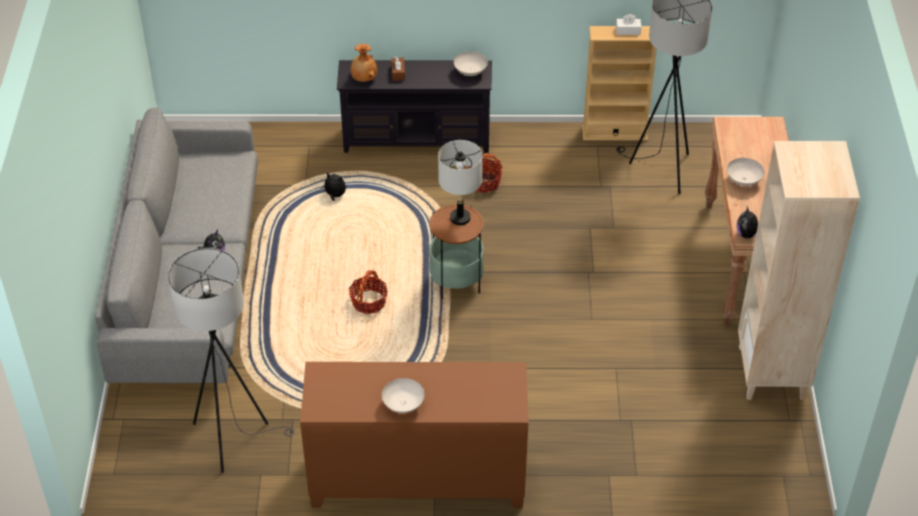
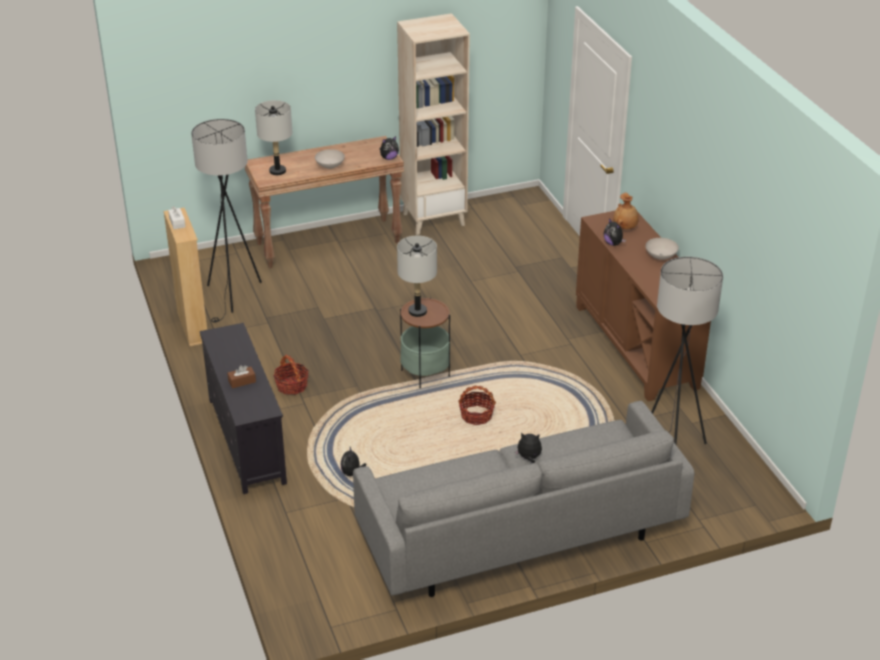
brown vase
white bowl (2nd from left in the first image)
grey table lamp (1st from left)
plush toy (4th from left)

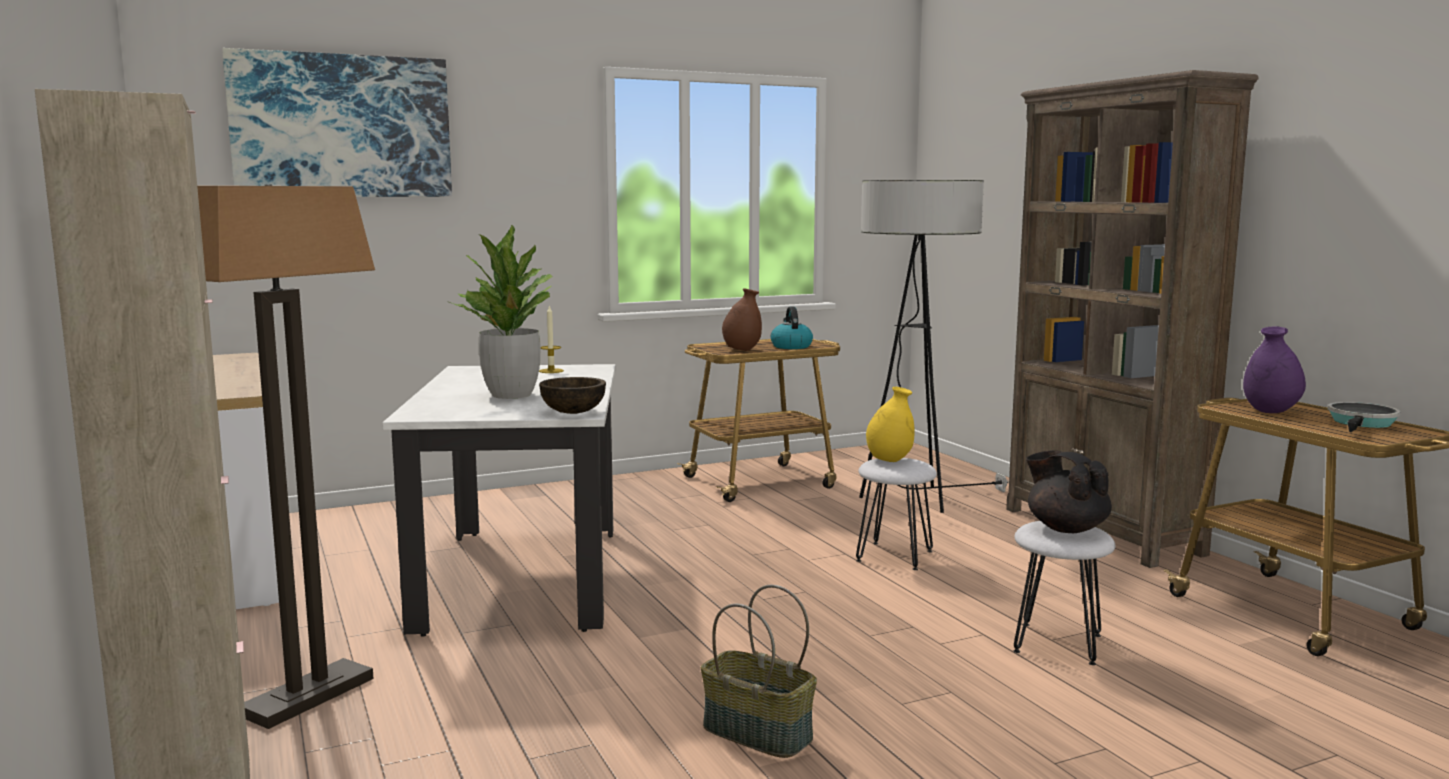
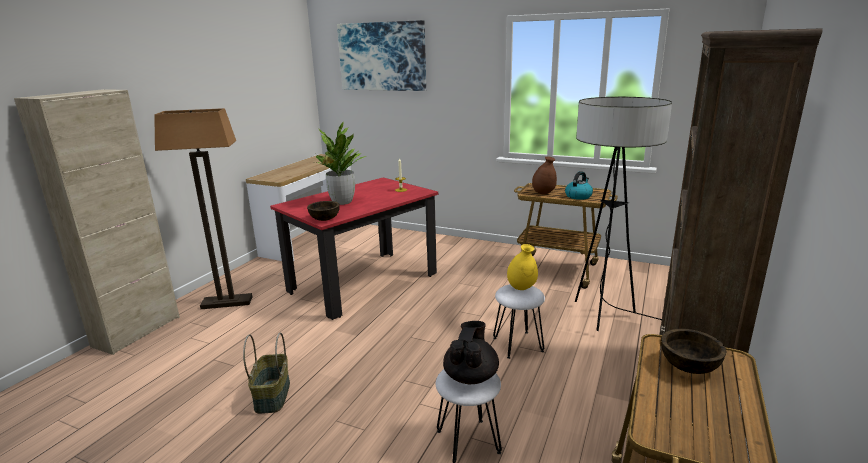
red dining table
brown bowl (2nd from left)
frying pan

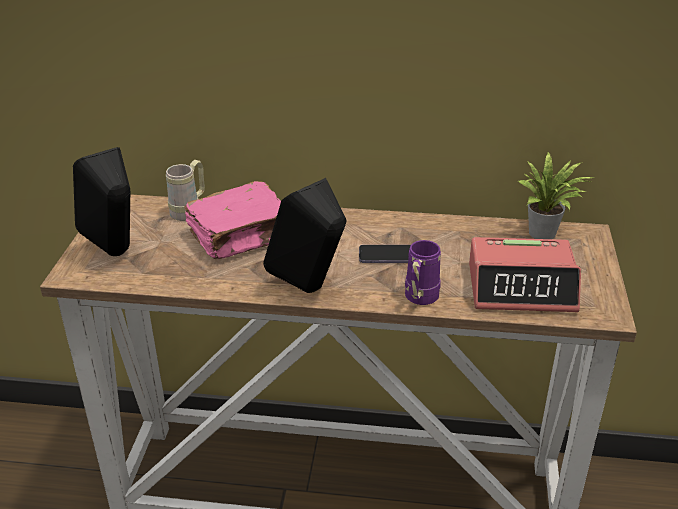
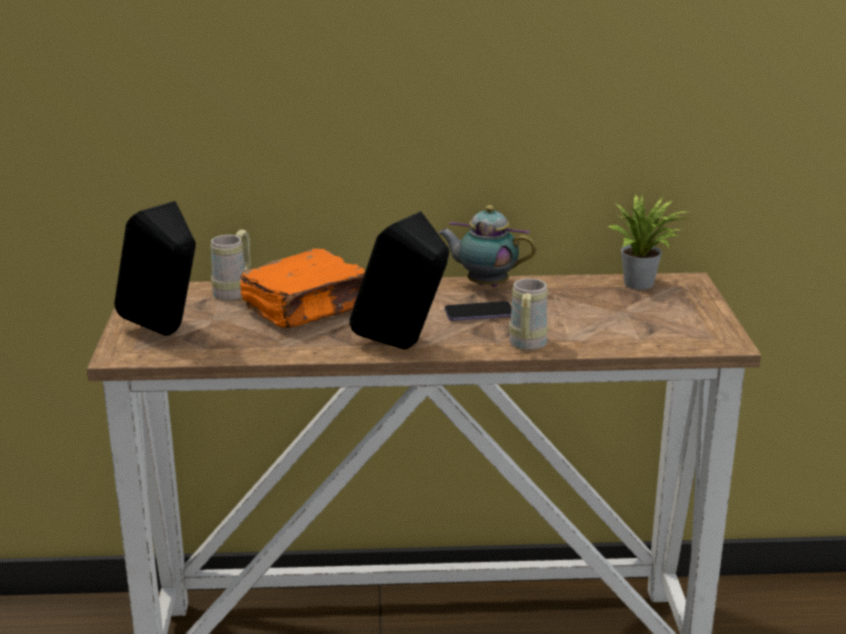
orange book
beige mug (2nd from left)
alarm clock
teapot

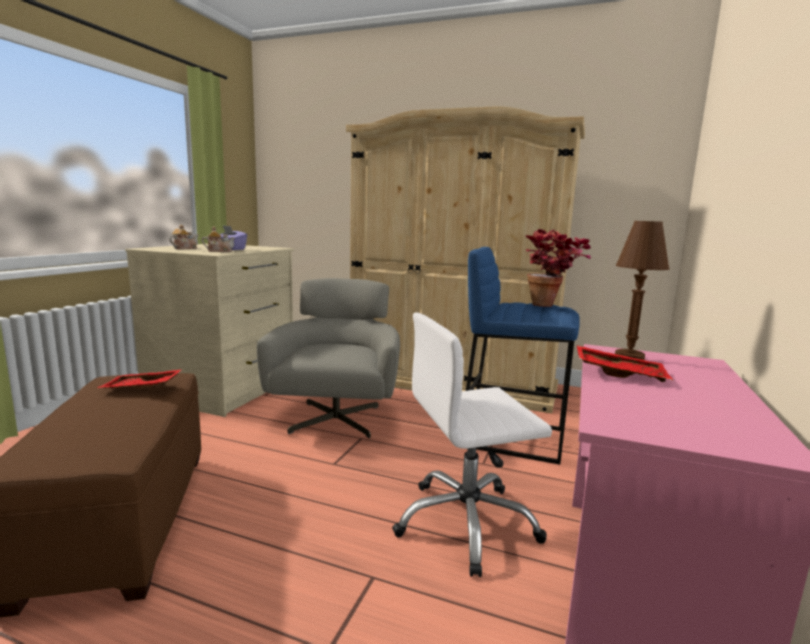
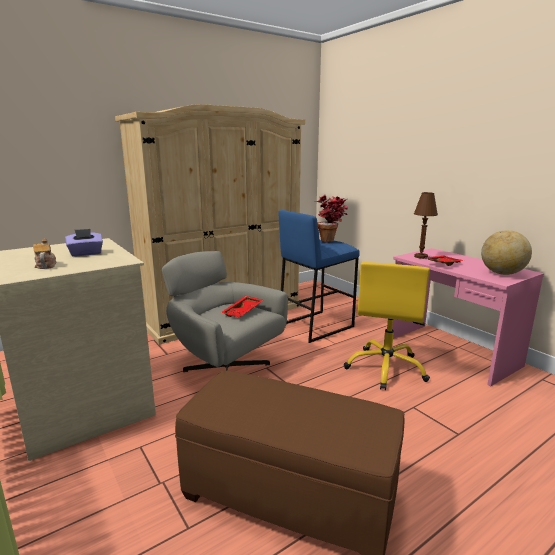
red tray (1st from left)
teapot (2nd from left in the first image)
yellow office chair
globe

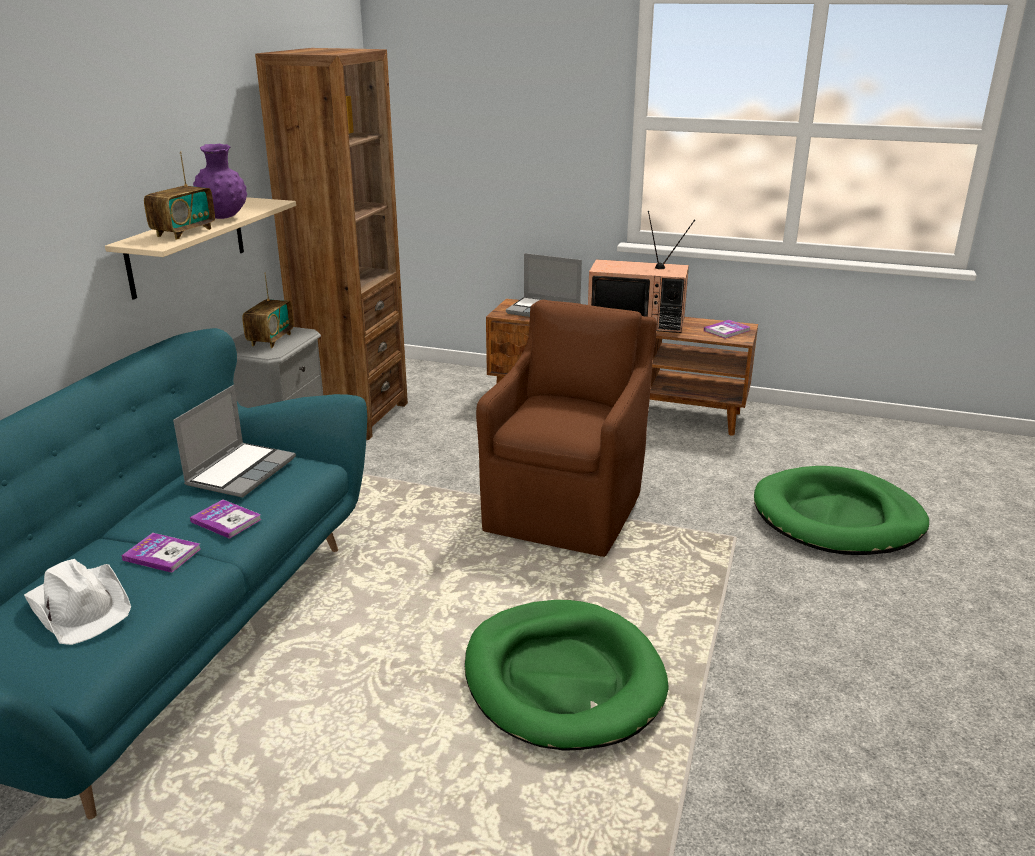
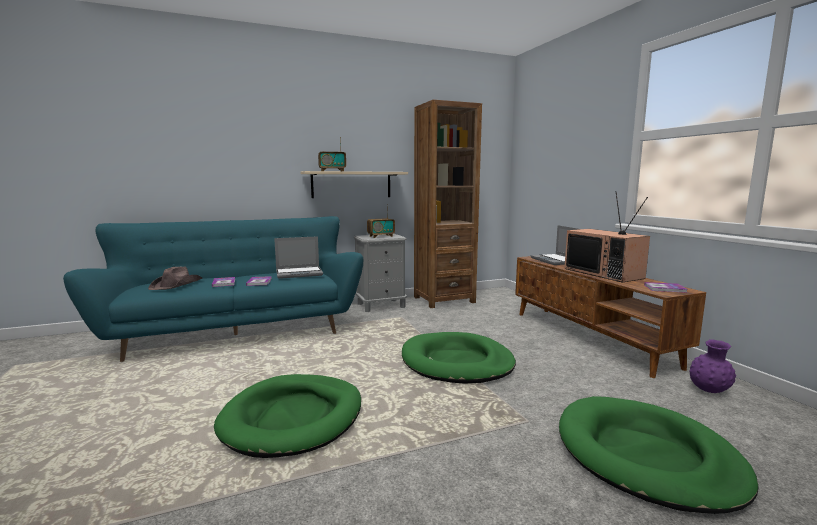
brown hat
purple vase
green dog bed (2nd from left)

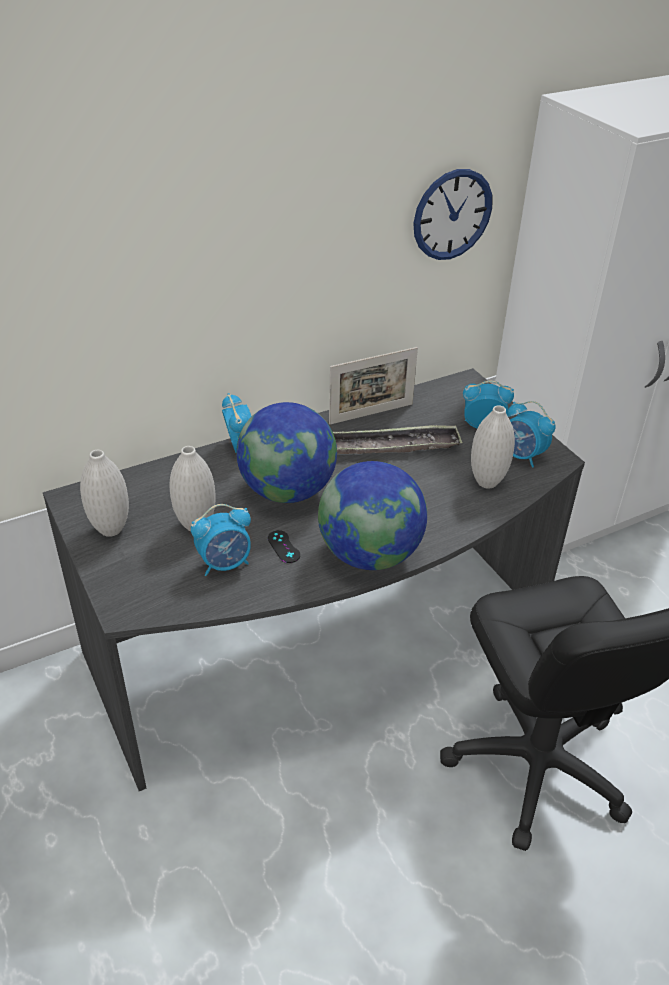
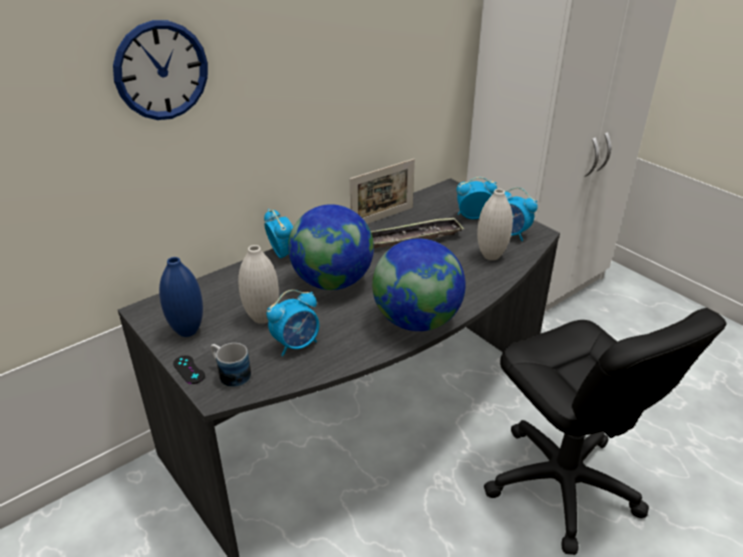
blue vase
black game controller
wall clock
mug

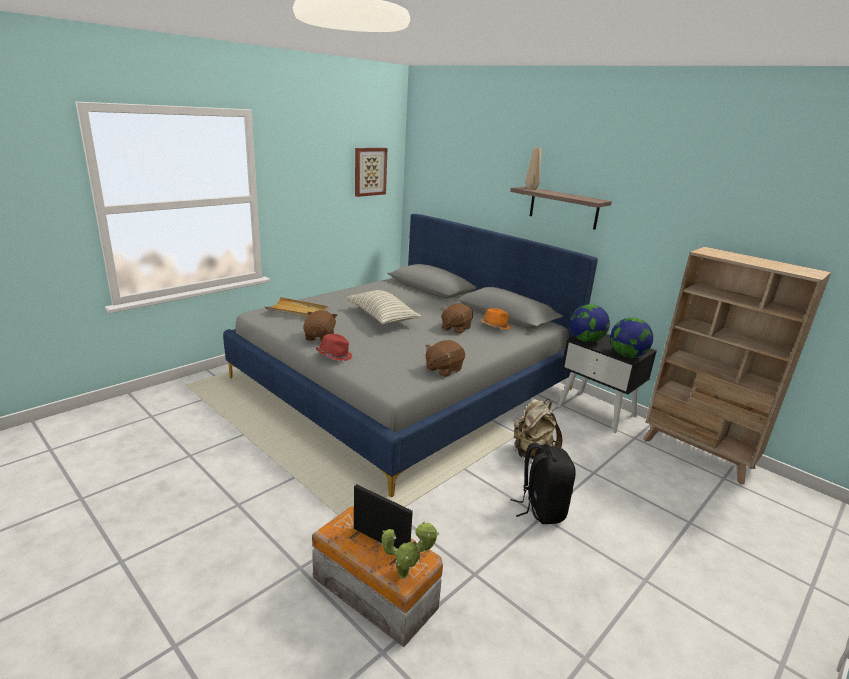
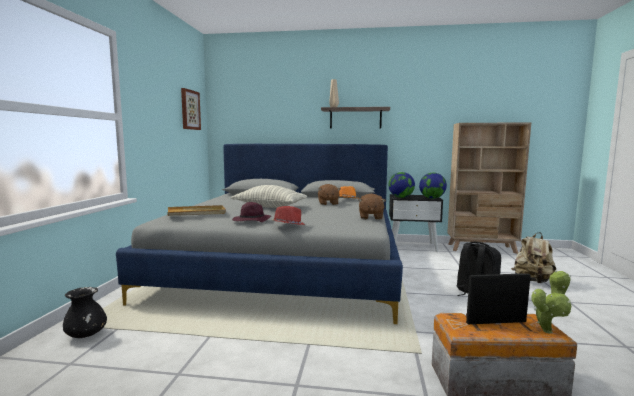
purple hat
beige backpack
black vase

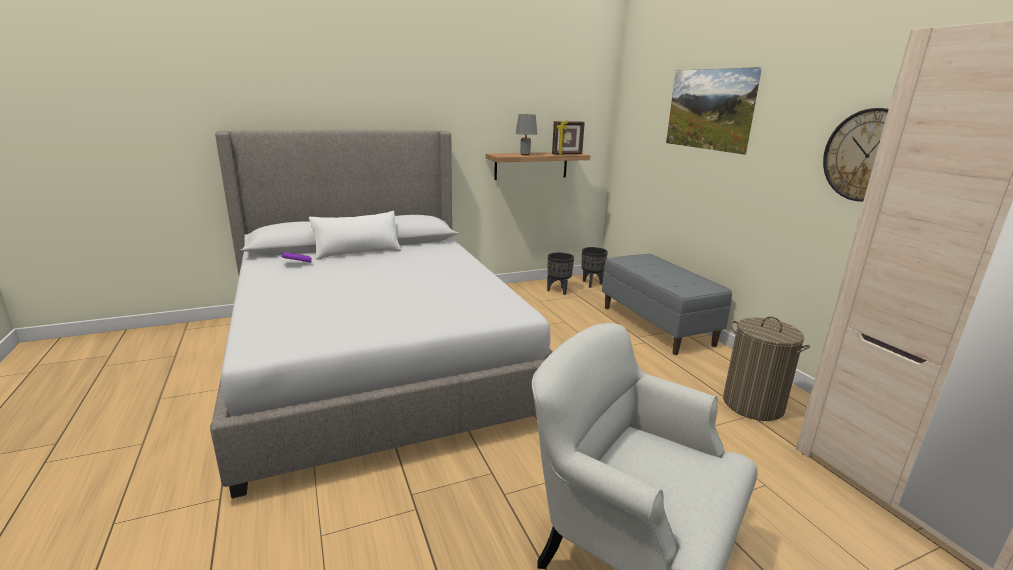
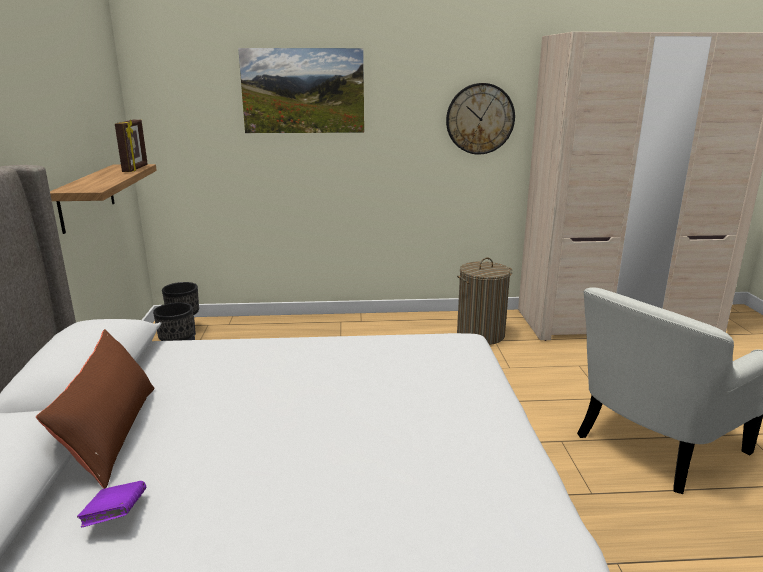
brown pillow
grey table lamp
grey bench

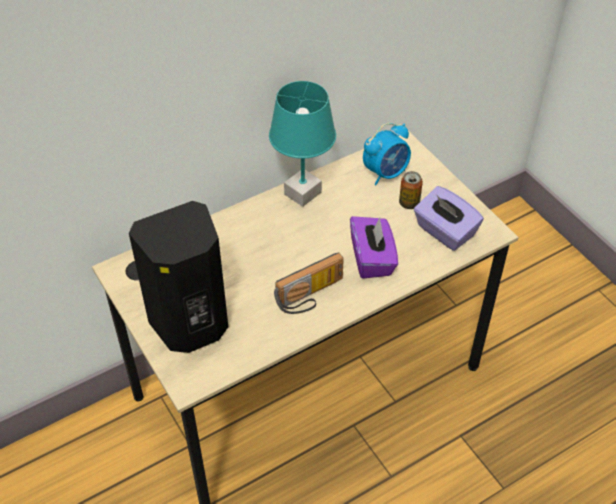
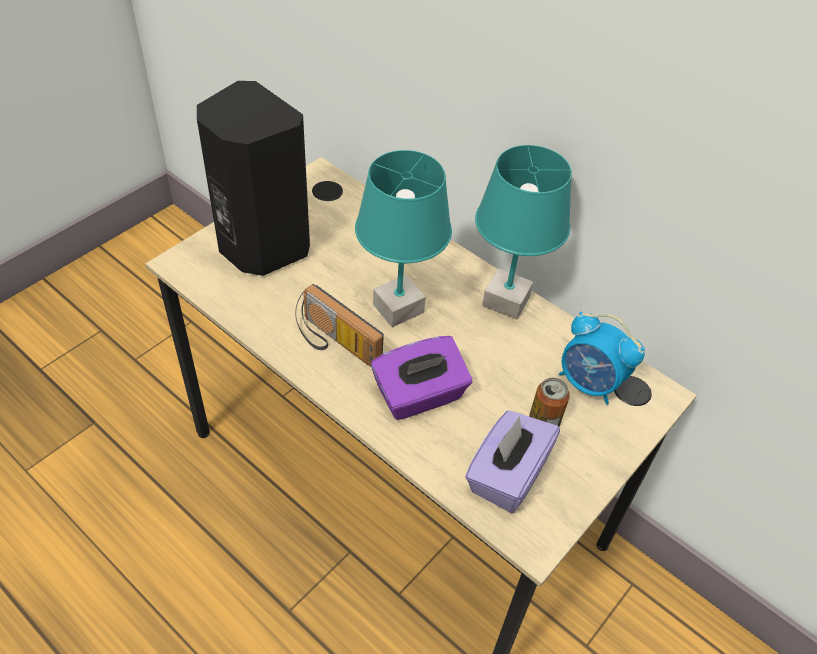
turquoise table lamp (1st from left)

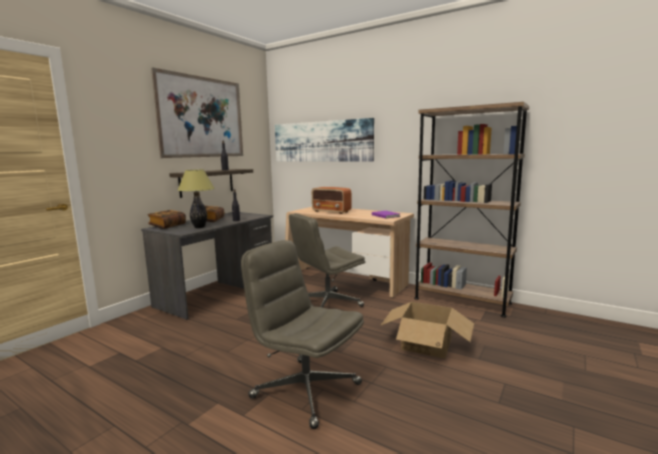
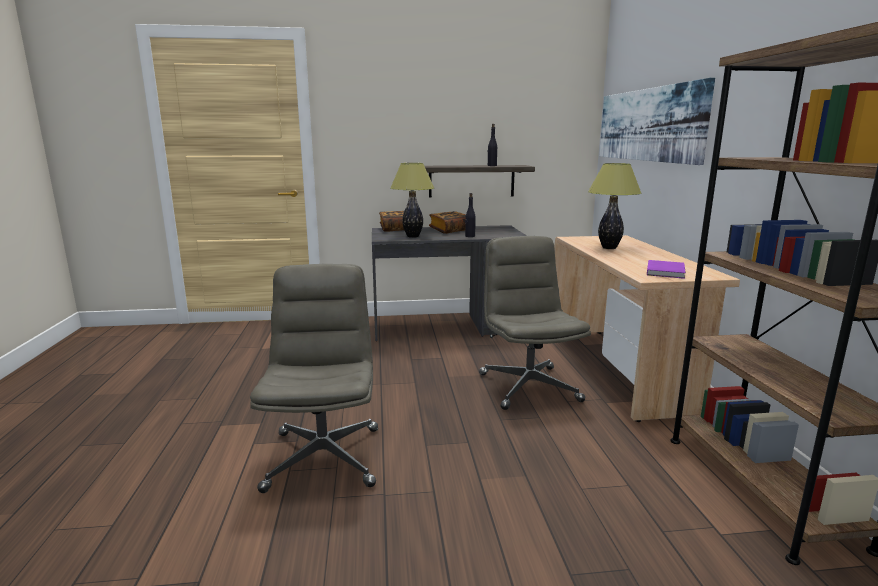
picture (1st from left in the first image)
grey office chair (2nd from left)
table lamp (2nd from left)
cardboard box

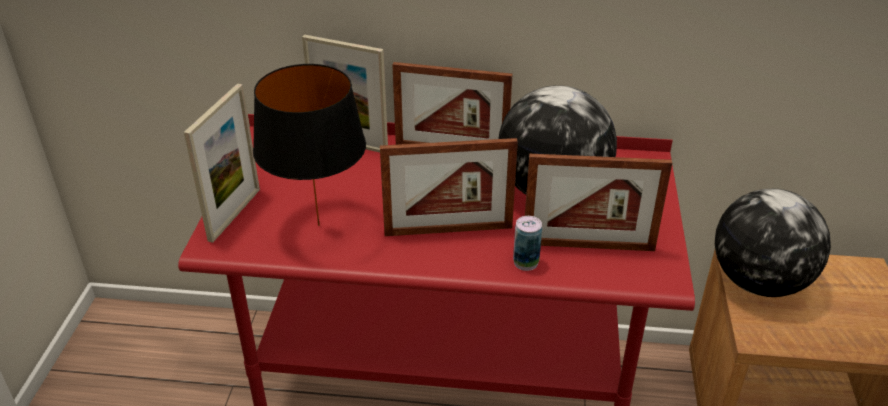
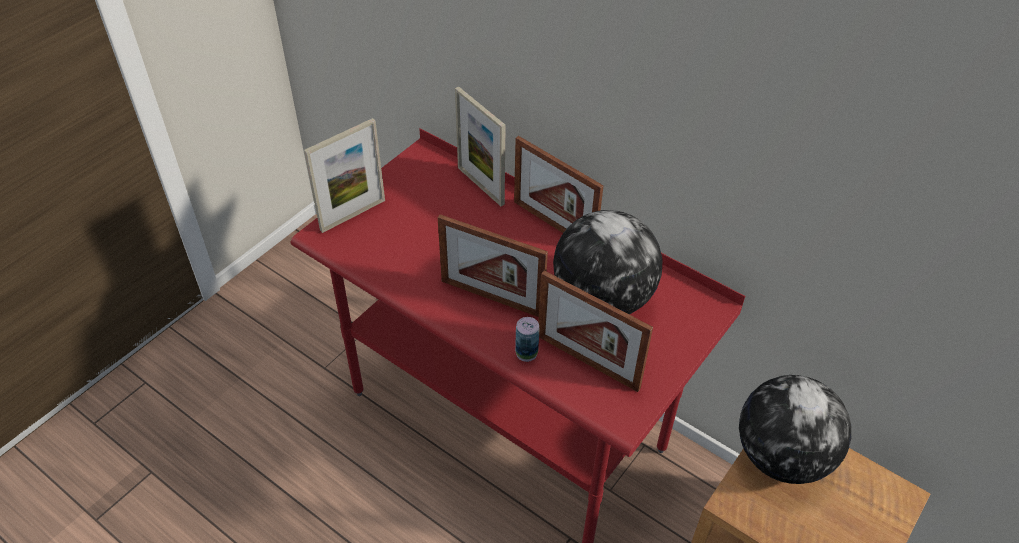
black table lamp

